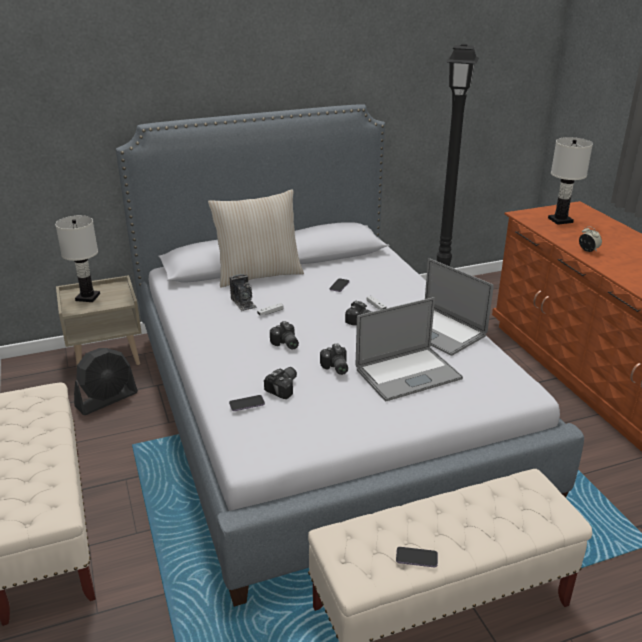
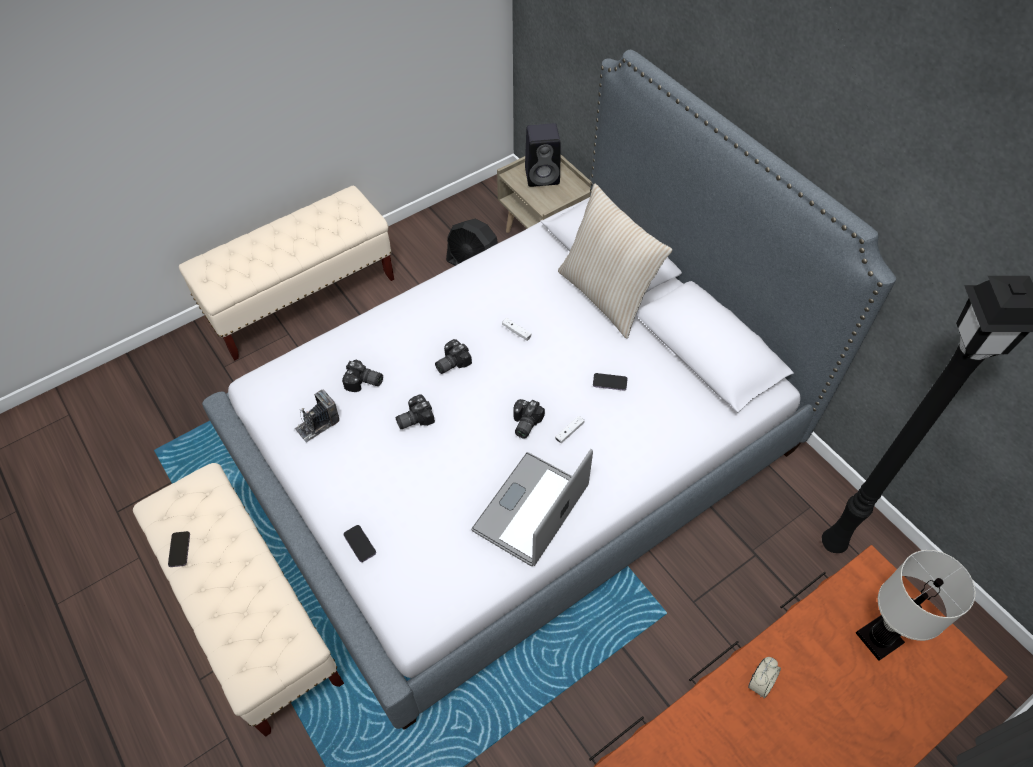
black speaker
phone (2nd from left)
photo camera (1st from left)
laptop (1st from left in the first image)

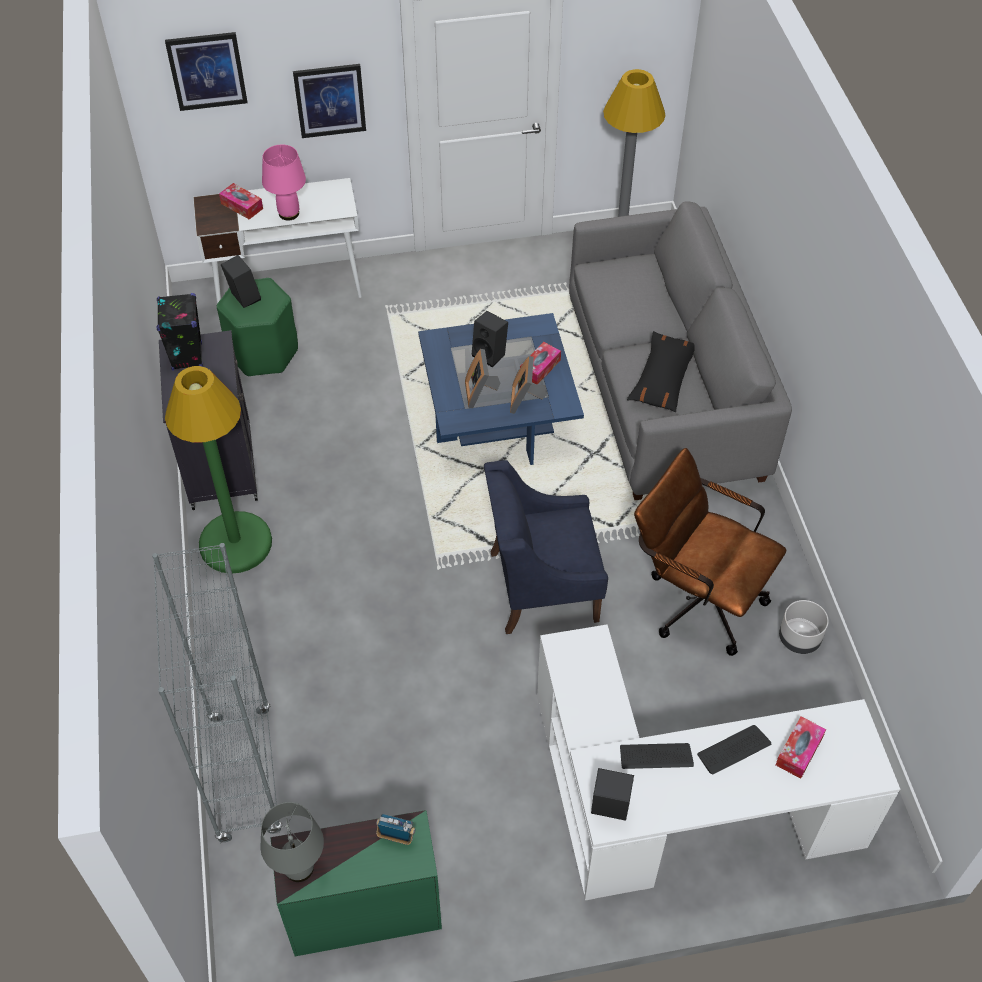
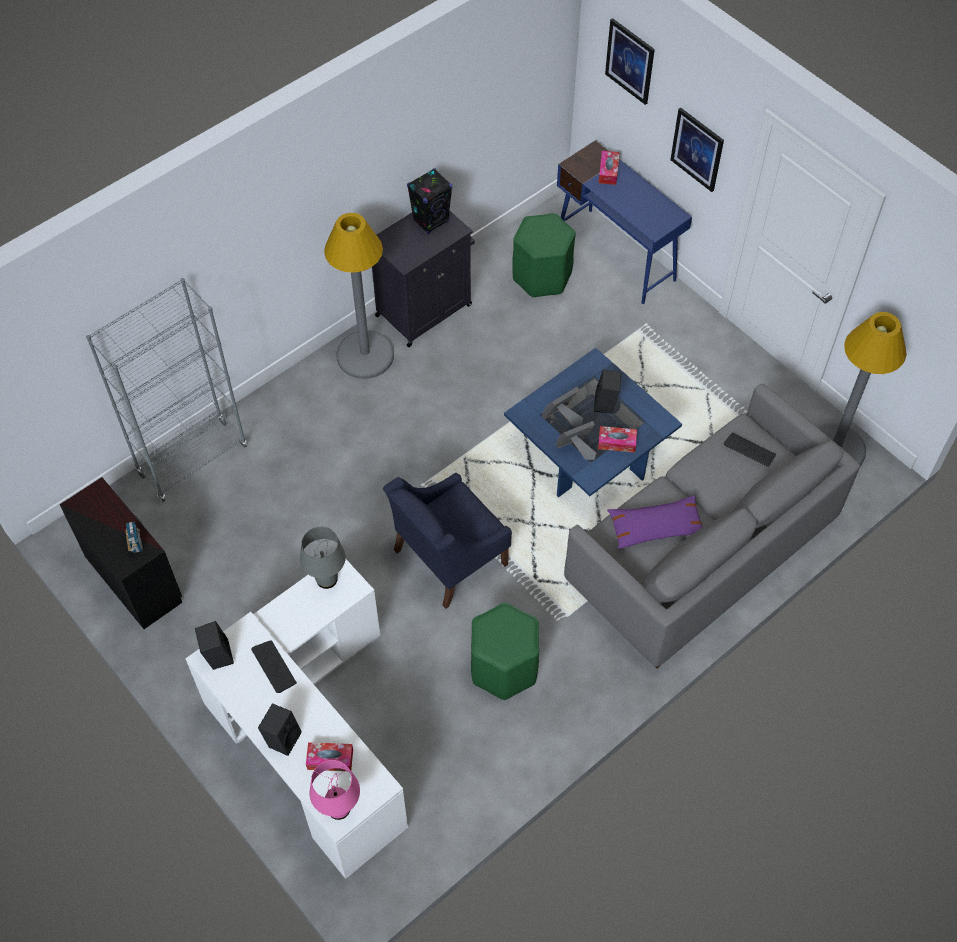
grey floor lamp (1st from left)
blue desk
black speaker (2nd from left)
grey table lamp
pink table lamp
black dresser
blue armchair
purple pillow
green stool (1st from left)
keyboard (2nd from left)
grey planter

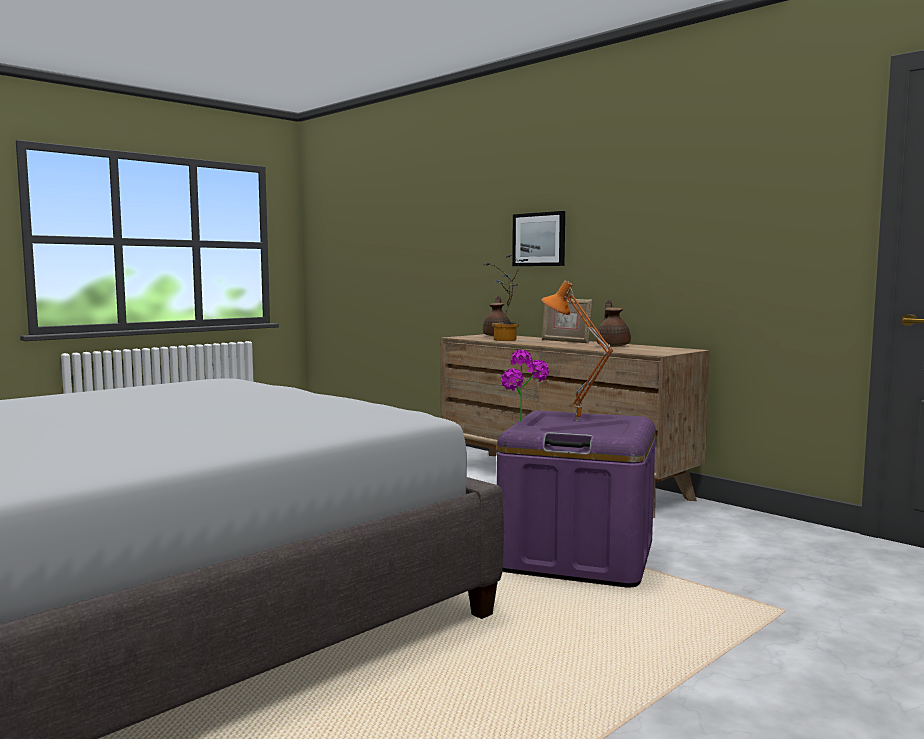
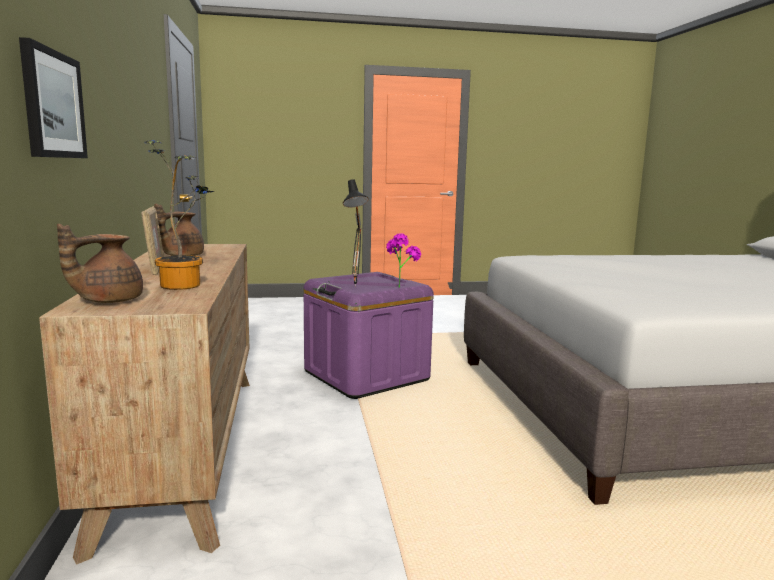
black table lamp

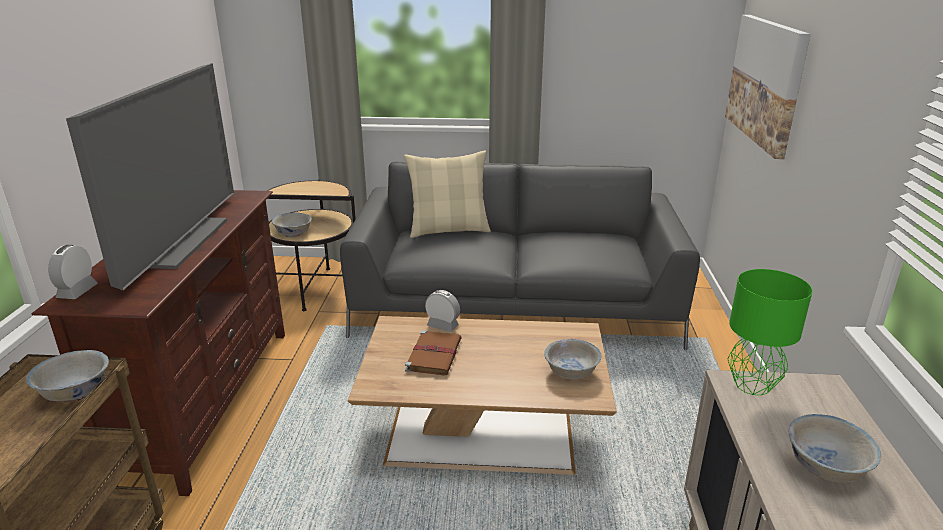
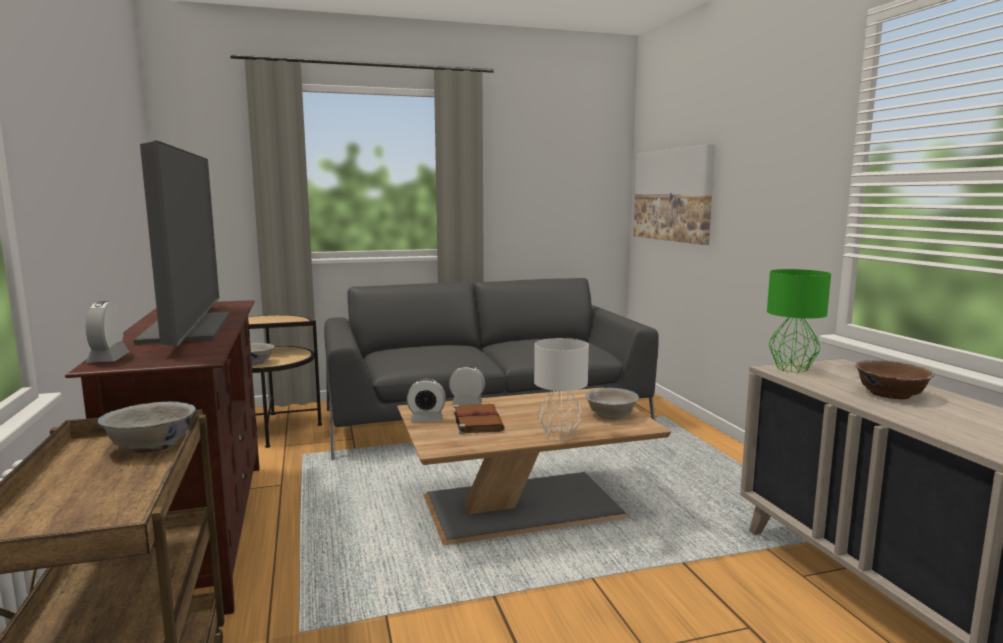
beige pillow
brown bowl
alarm clock (2nd from left)
white table lamp

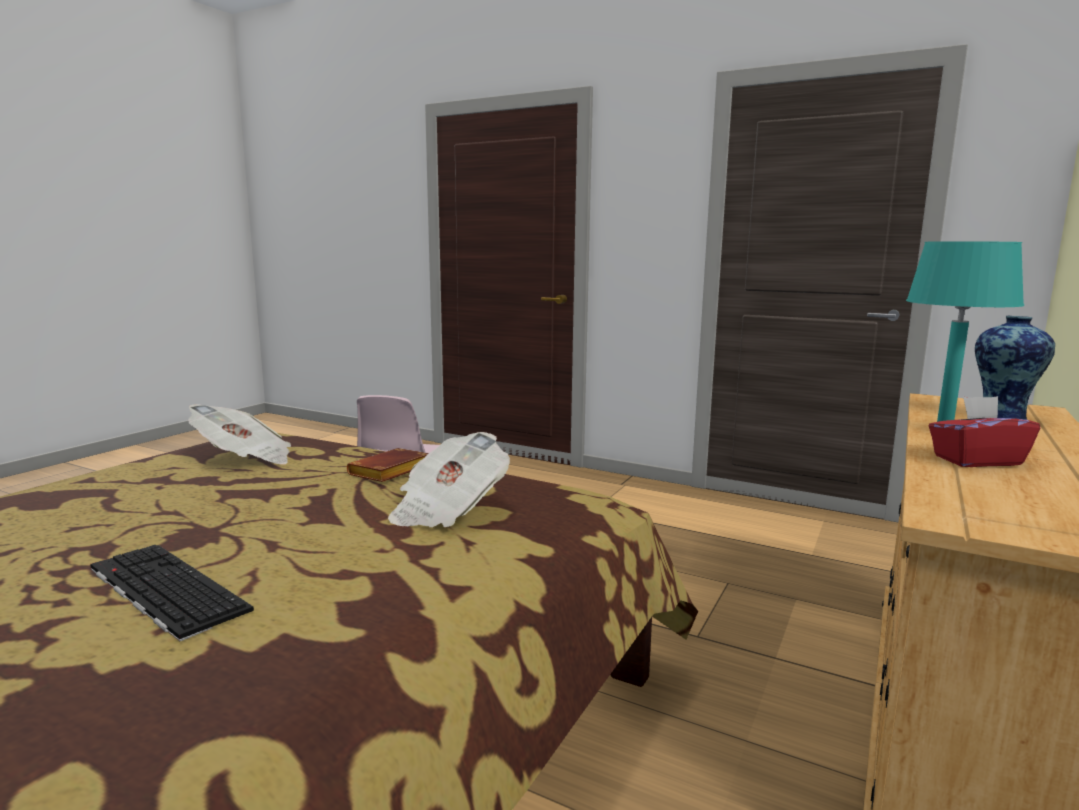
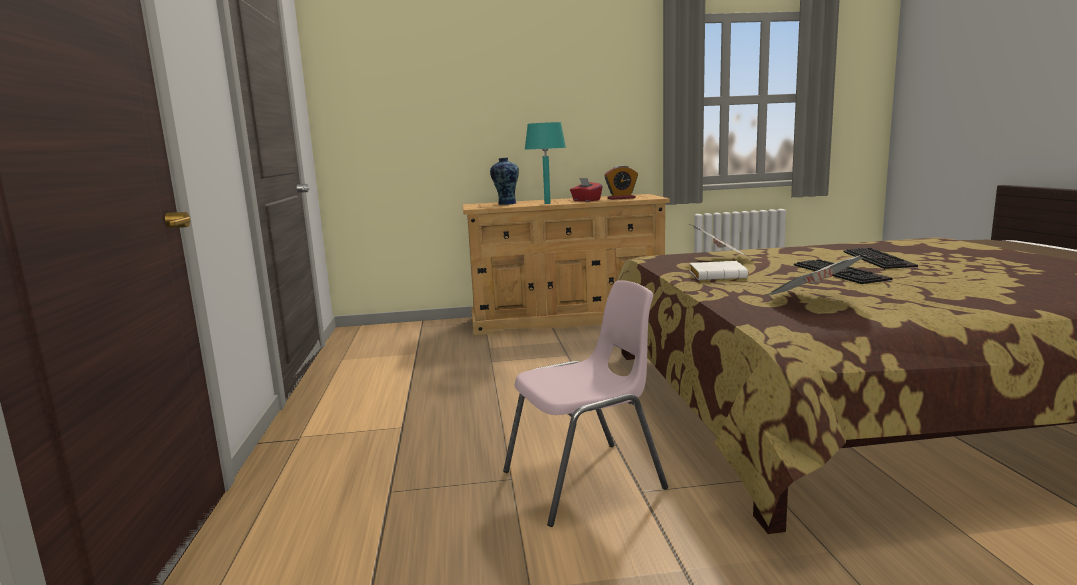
white book
alarm clock
keyboard (1st from left)

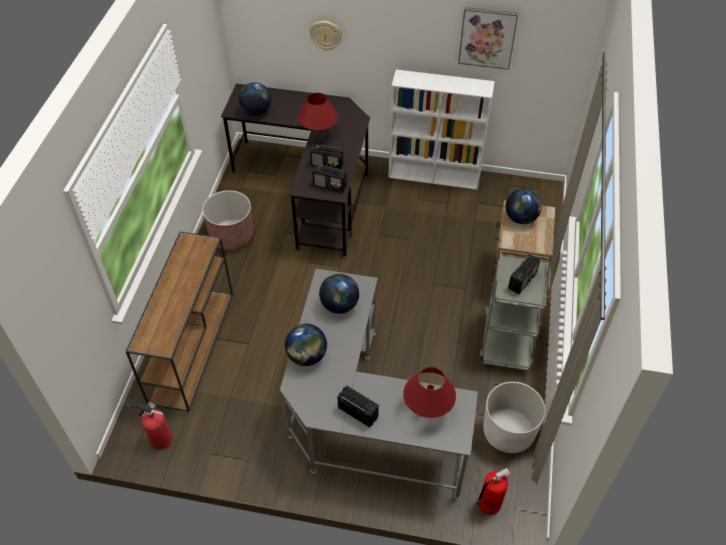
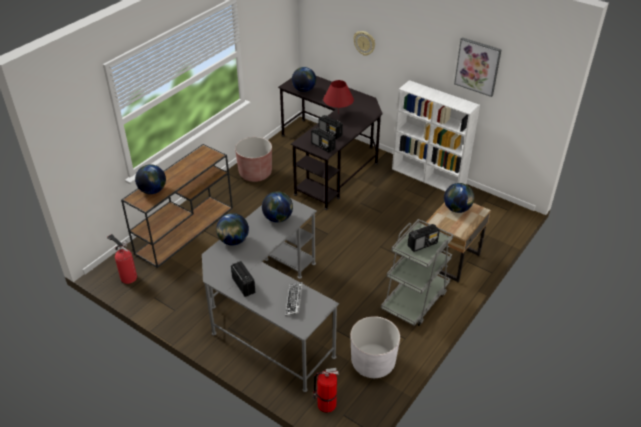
keyboard
globe (1st from left)

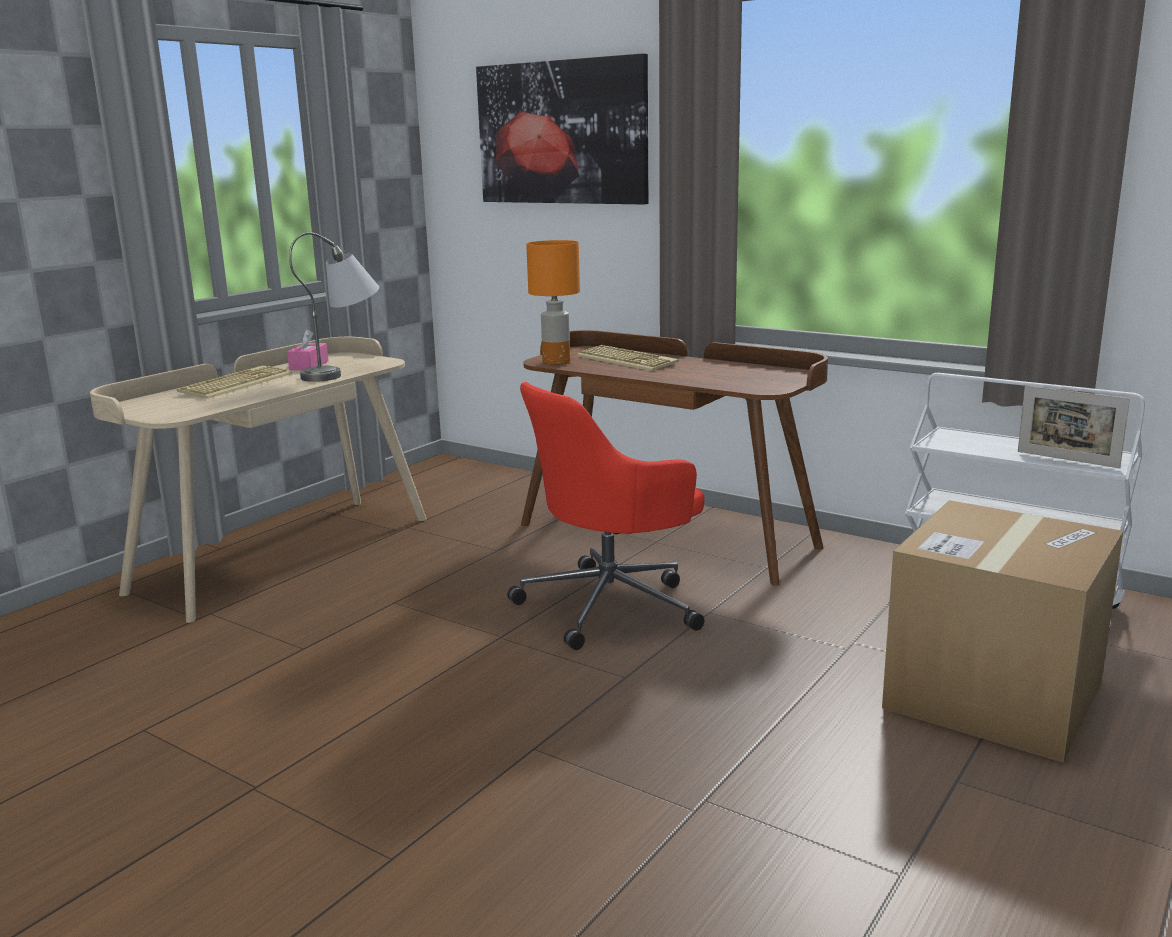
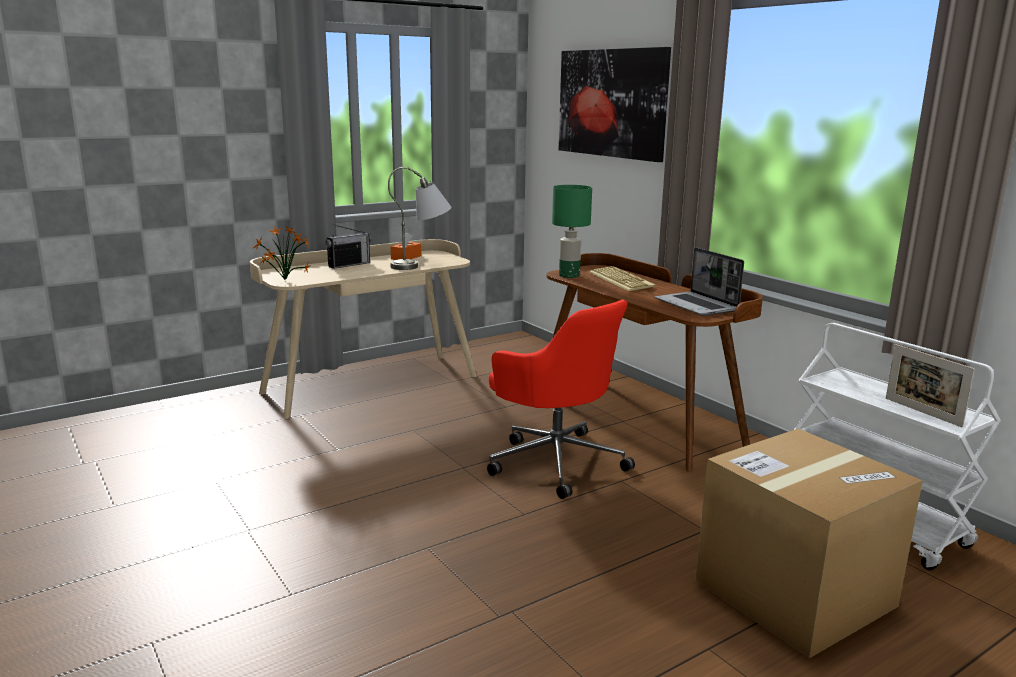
radio
orange tissue box
red office chair
green table lamp
potted plant
laptop

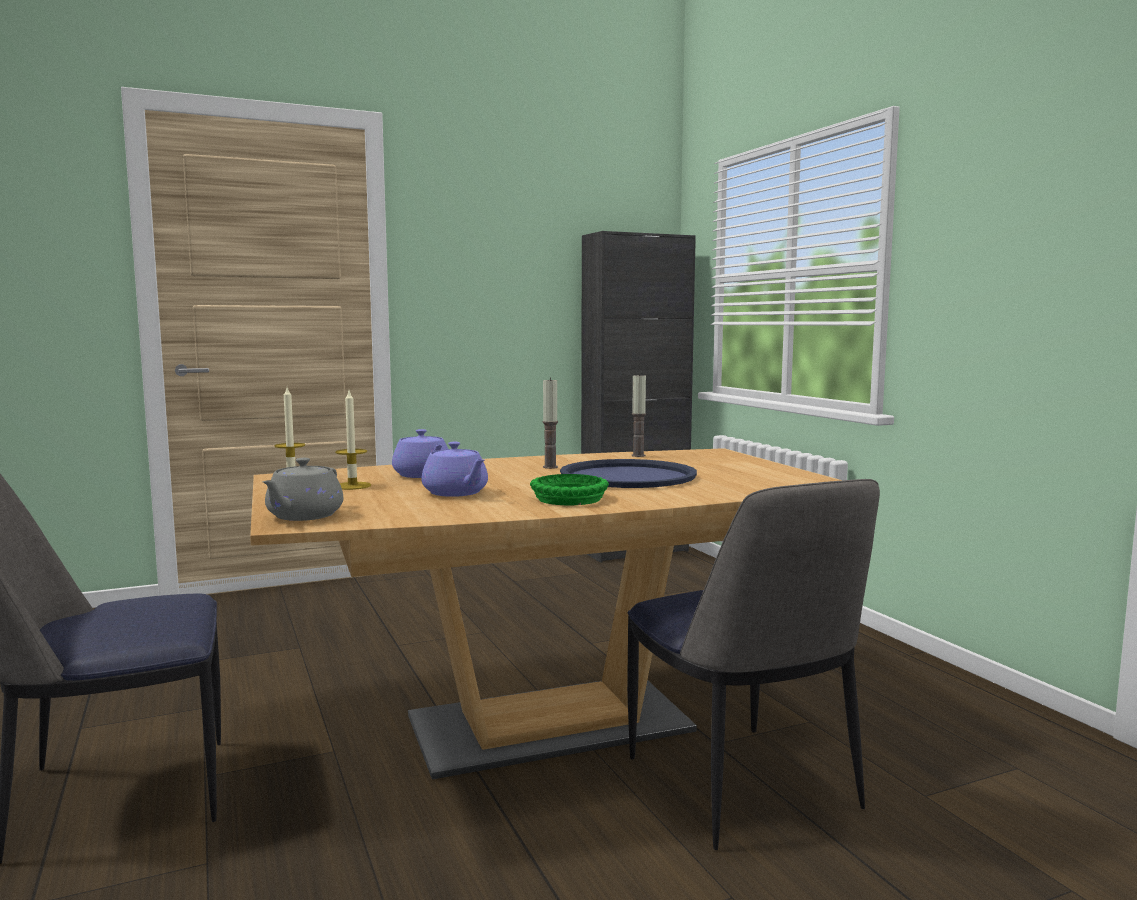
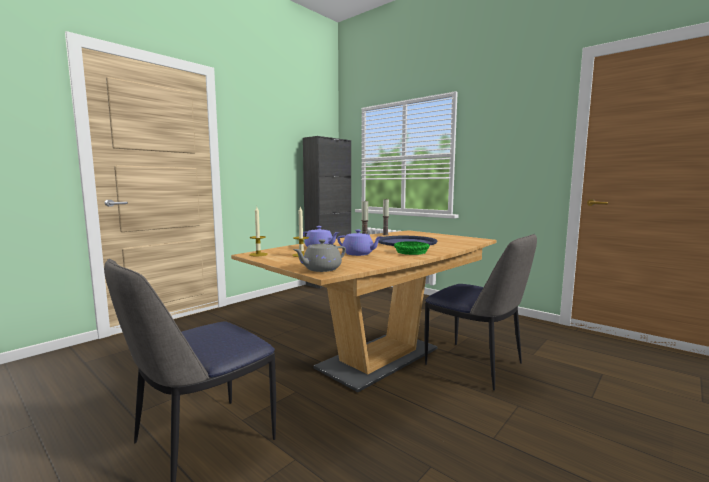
grey teapot

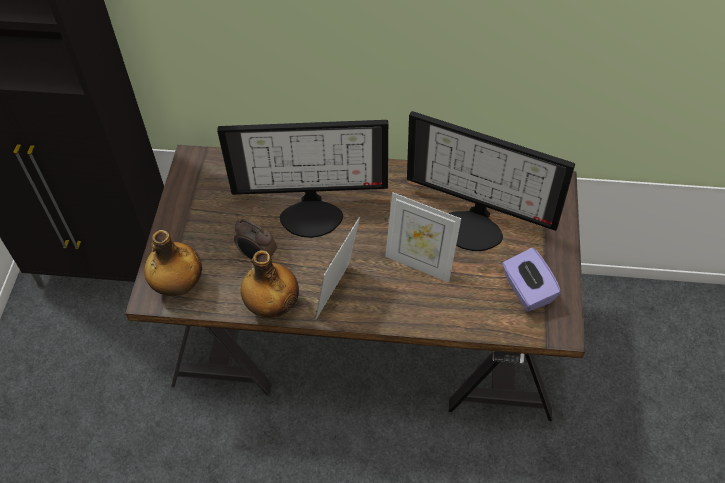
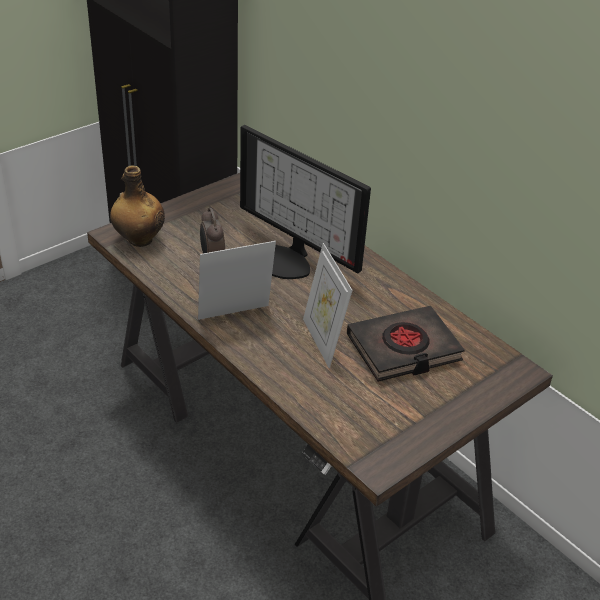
bottle (2nd from left in the first image)
black book
purple tissue box

